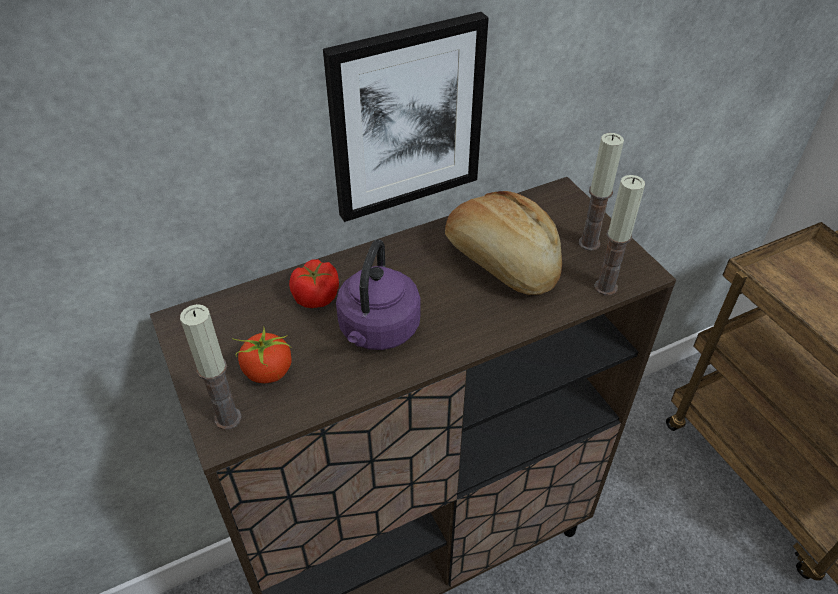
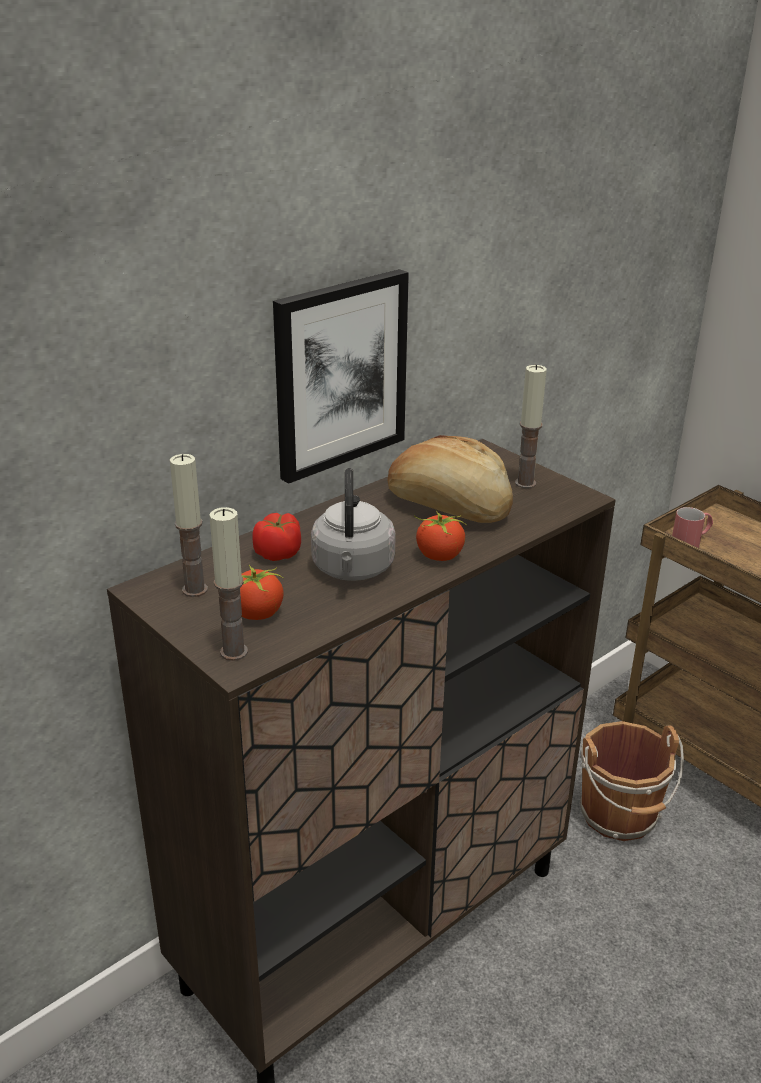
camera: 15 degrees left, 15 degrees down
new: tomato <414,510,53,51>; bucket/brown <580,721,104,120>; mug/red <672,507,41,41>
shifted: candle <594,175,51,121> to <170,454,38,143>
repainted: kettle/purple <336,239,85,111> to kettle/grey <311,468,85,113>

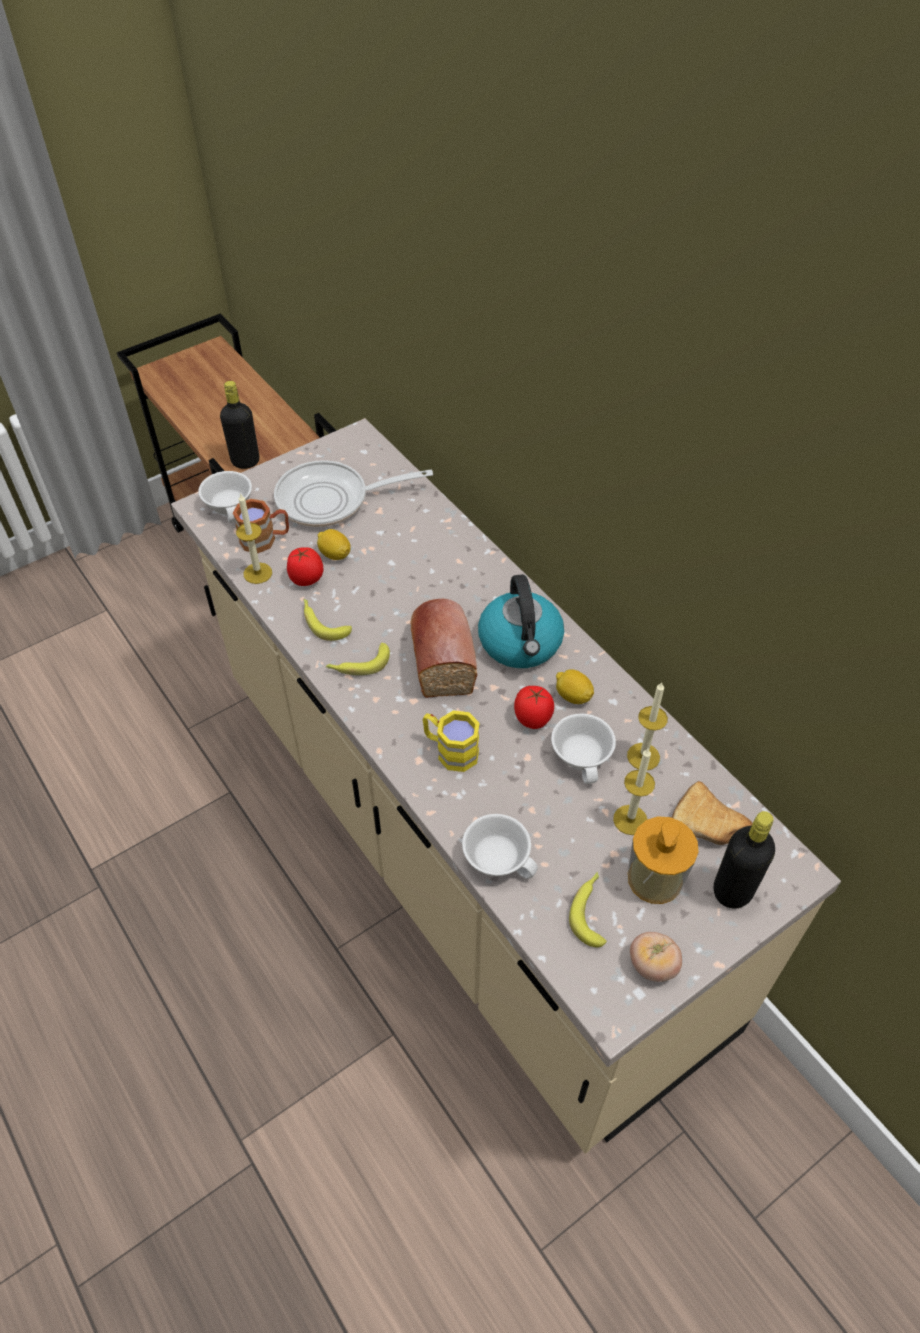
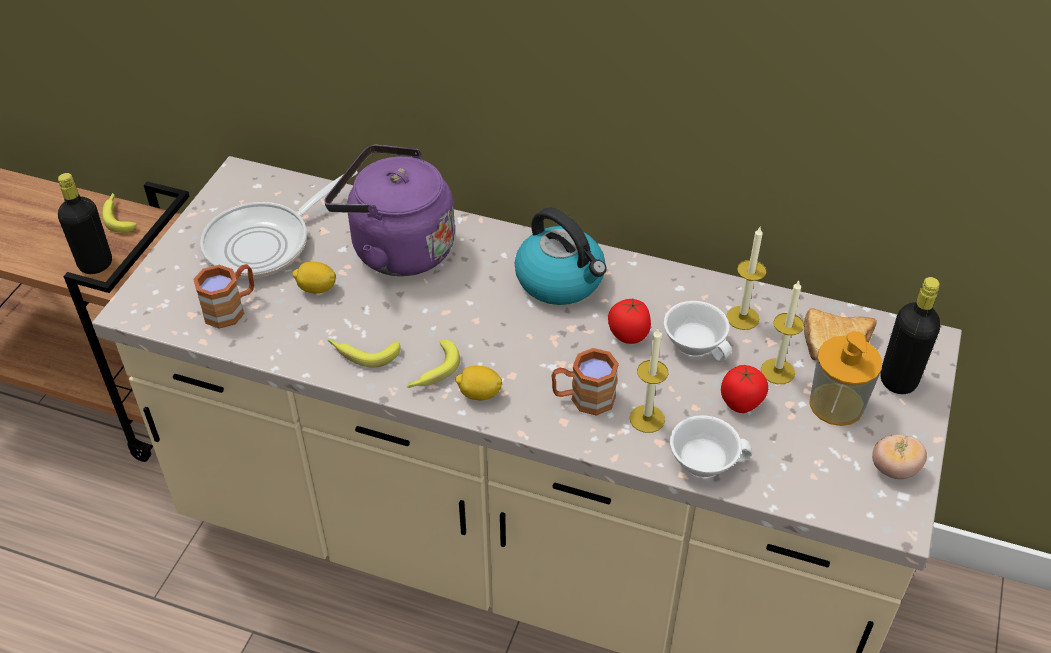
camera: 35 degrees left, 5 degrees down
gone: cup/white <198,471,54,52>; bread <411,599,66,99>
new: kettle/purple <324,145,131,131>
shifted: candle <236,493,36,91> to <630,329,38,104>; tomato <287,547,36,39> to <721,365,47,48>; lemon <556,669,38,35> to <455,366,48,34>; banana <569,872,38,75> to <102,193,35,40>
repainted: mug/yellow <422,711,58,61> to mug/brown <551,348,68,68>

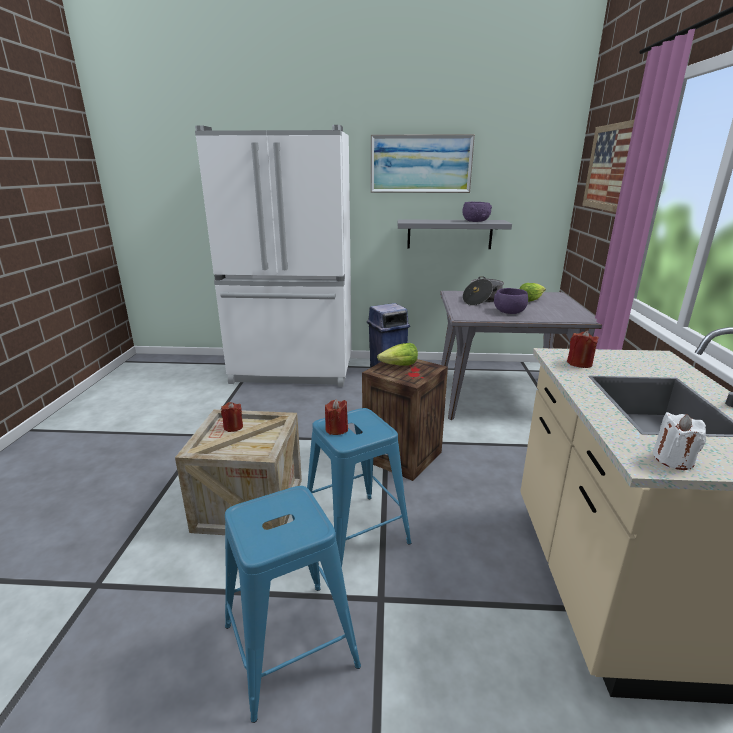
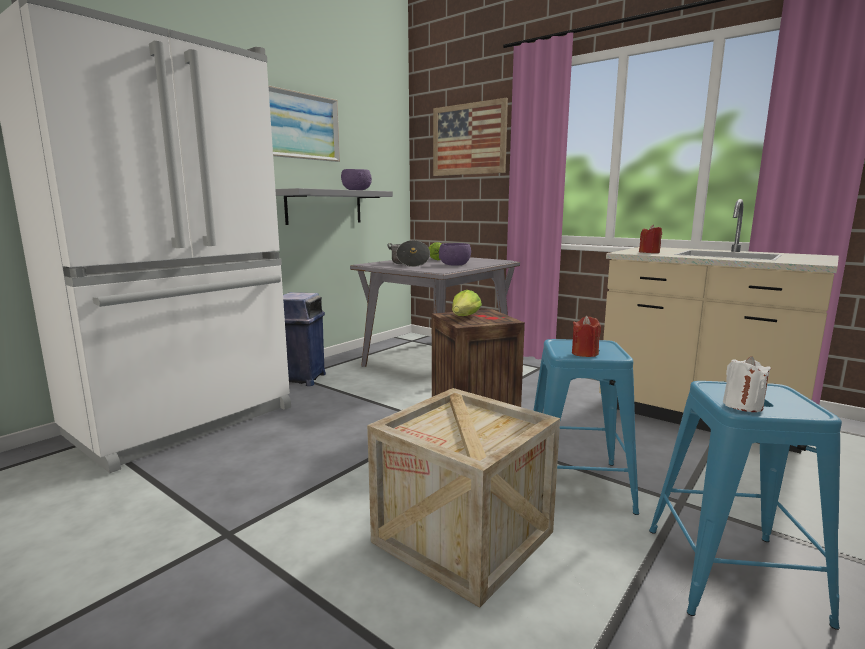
camera: 55 degrees left, 10 degrees down
gone: candle/red <221,402,22,30>
shifted: candle/white <653,412,53,58> to <723,356,48,56>

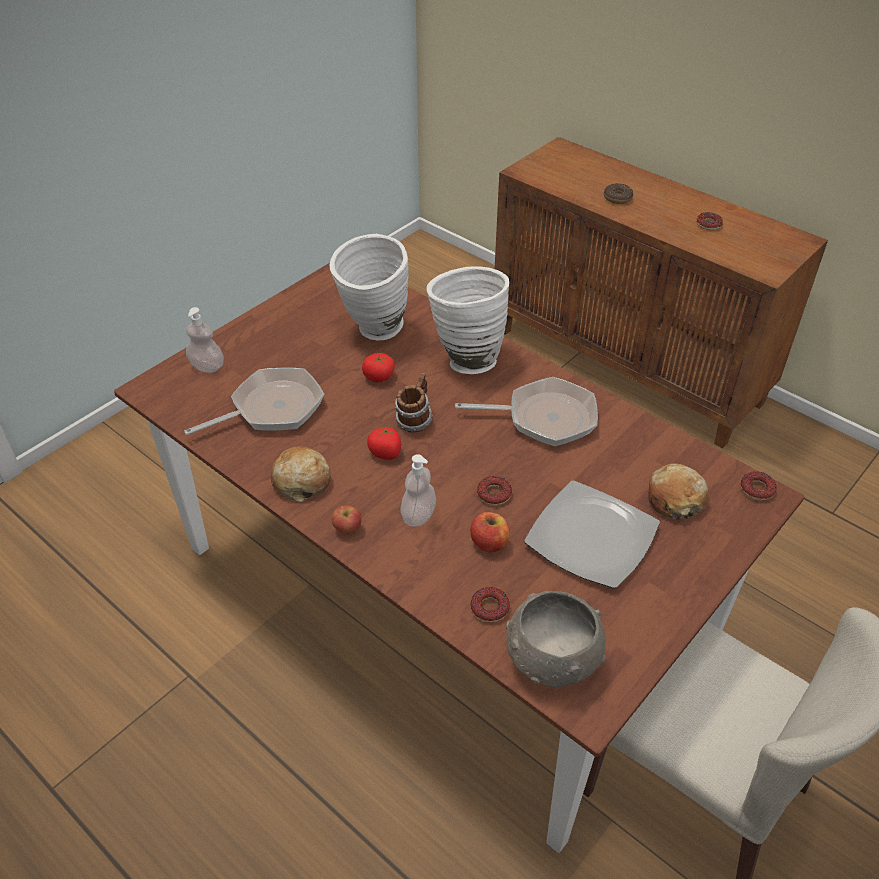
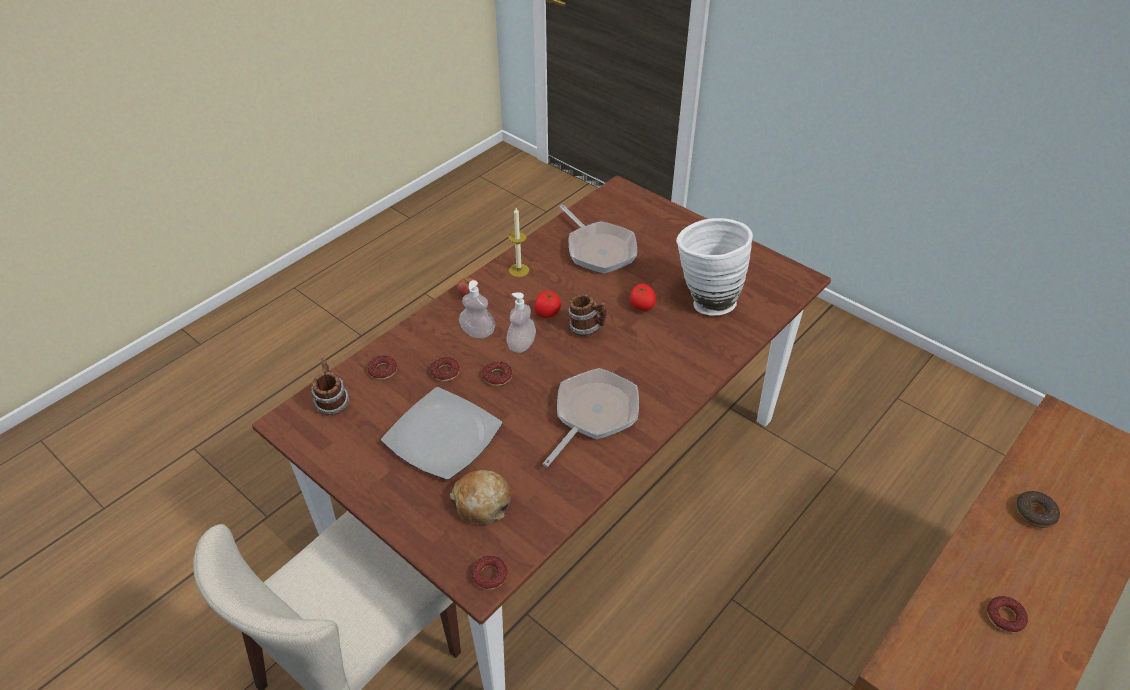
camera: 90 degrees right, 0 degrees up
gone: vase/white <426,266,83,108>
shifted: soap dispenser <186,307,38,66> to <506,293,30,60>
swapped: bread <271,446,60,56> to candle <508,208,21,69>; apple <470,512,40,40> to donut <430,357,30,24>; bowl/grey <506,591,100,96> to mug <311,358,38,57>
rotated: frying pan <455,377,143,69> = <543,368,96,99> 150 degrees counterclockwise

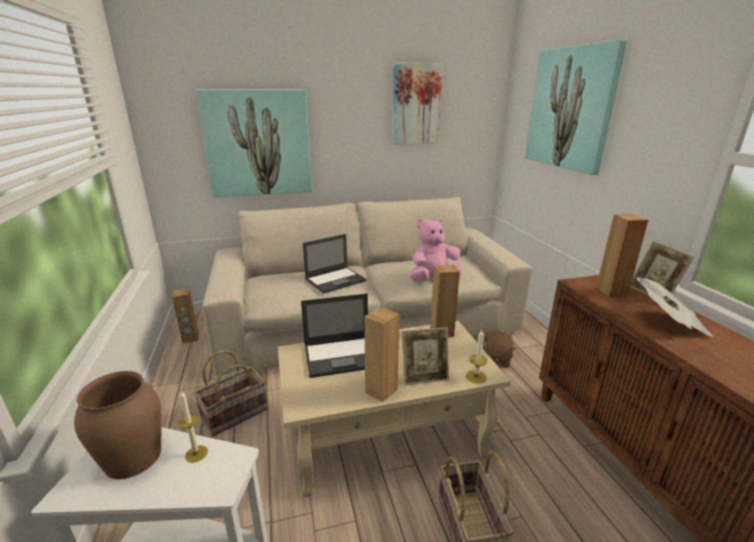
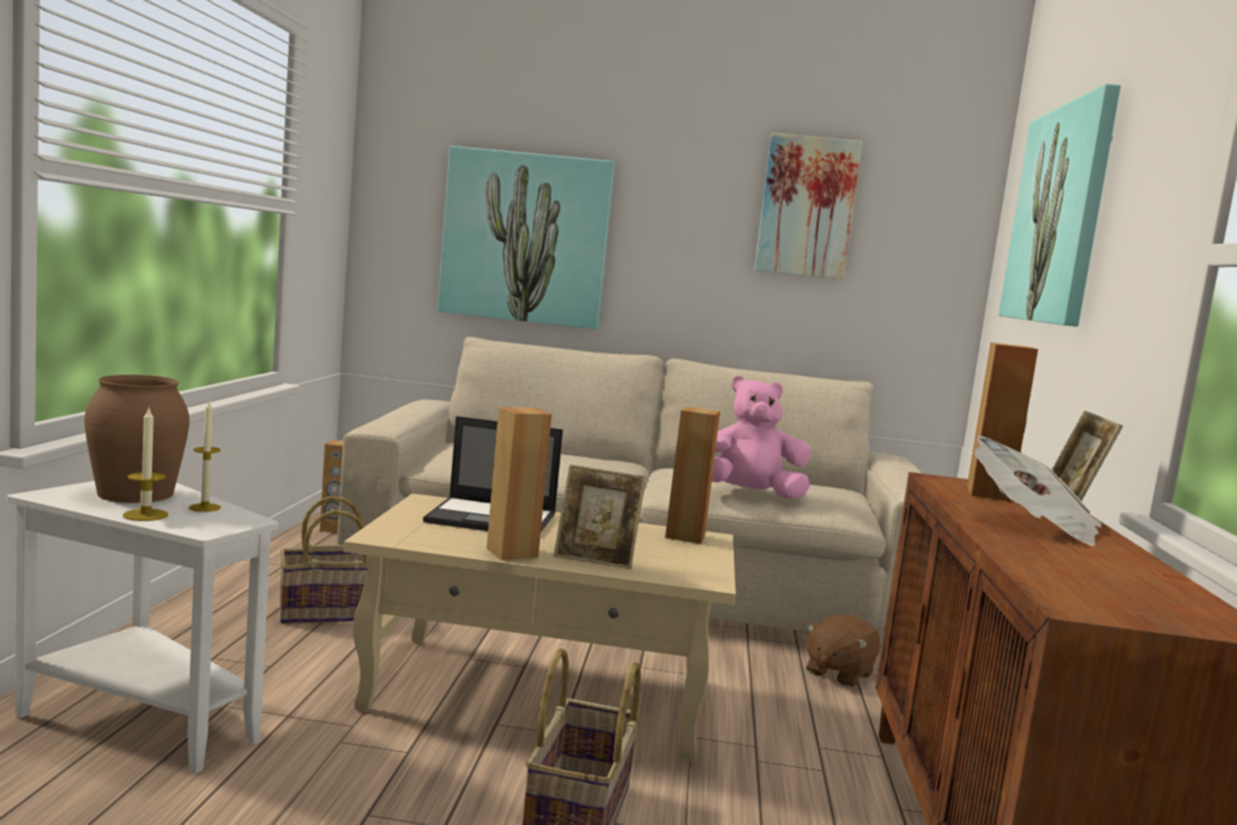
camera: 20 degrees right, 15 degrees down
gone: laptop <303,234,63,60>
shifted: candle <466,330,21,54> to <123,408,45,113>

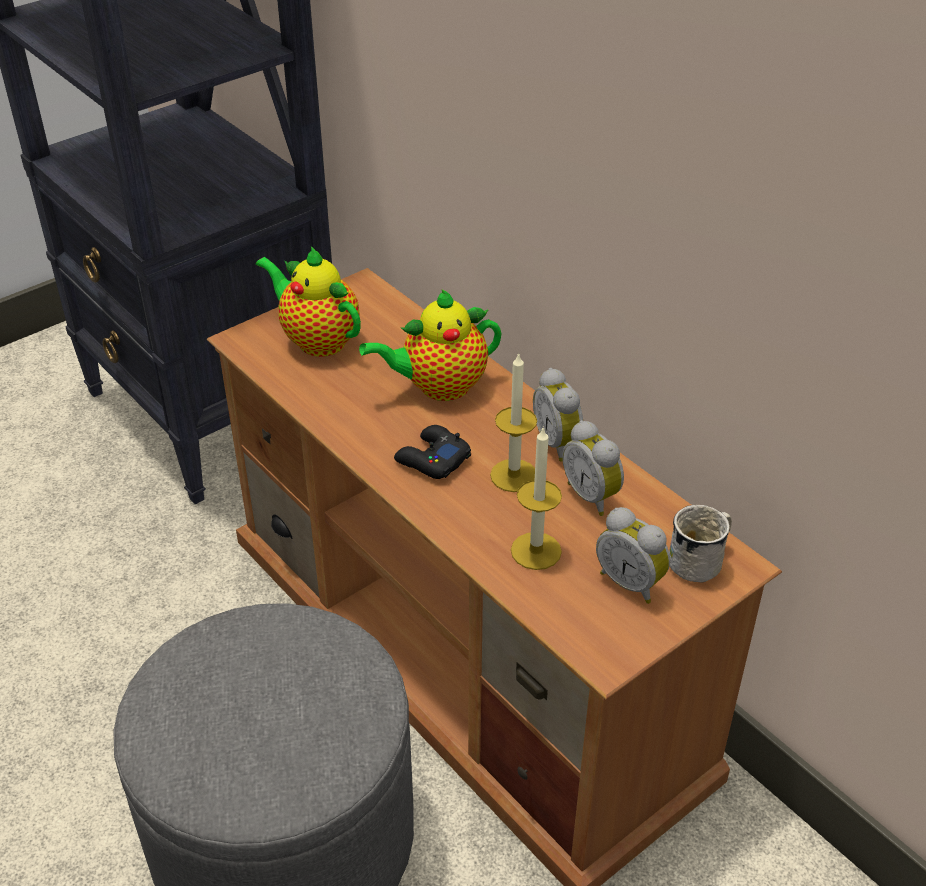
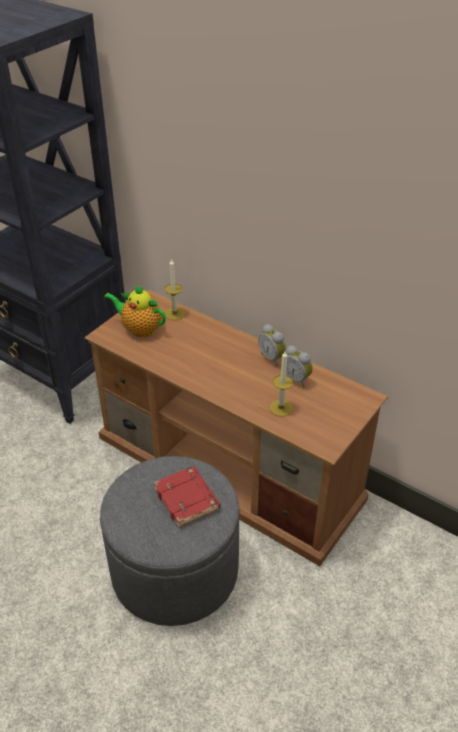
camera: 15 degrees left, 0 degrees up
gone: teapot <359,289,142,112>; game controller/black <394,425,77,54>; alarm clock <596,507,74,97>; mug/white <669,505,63,78>
new: book/red <154,466,66,62>
shifted: candle <490,352,47,140> to <165,259,20,61>

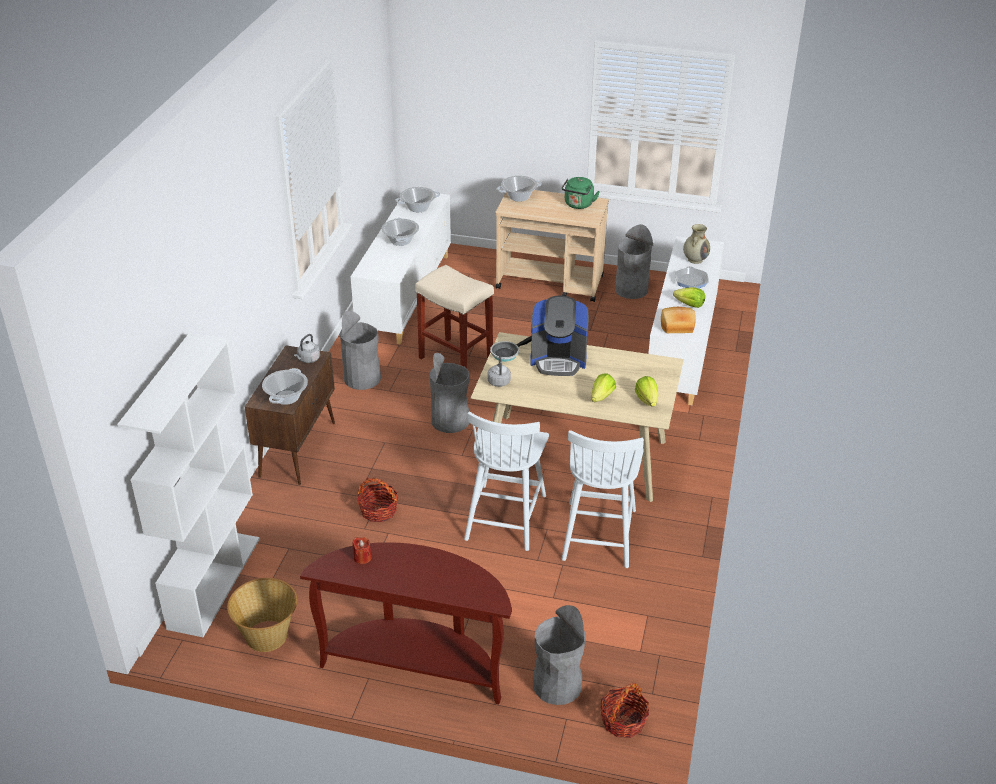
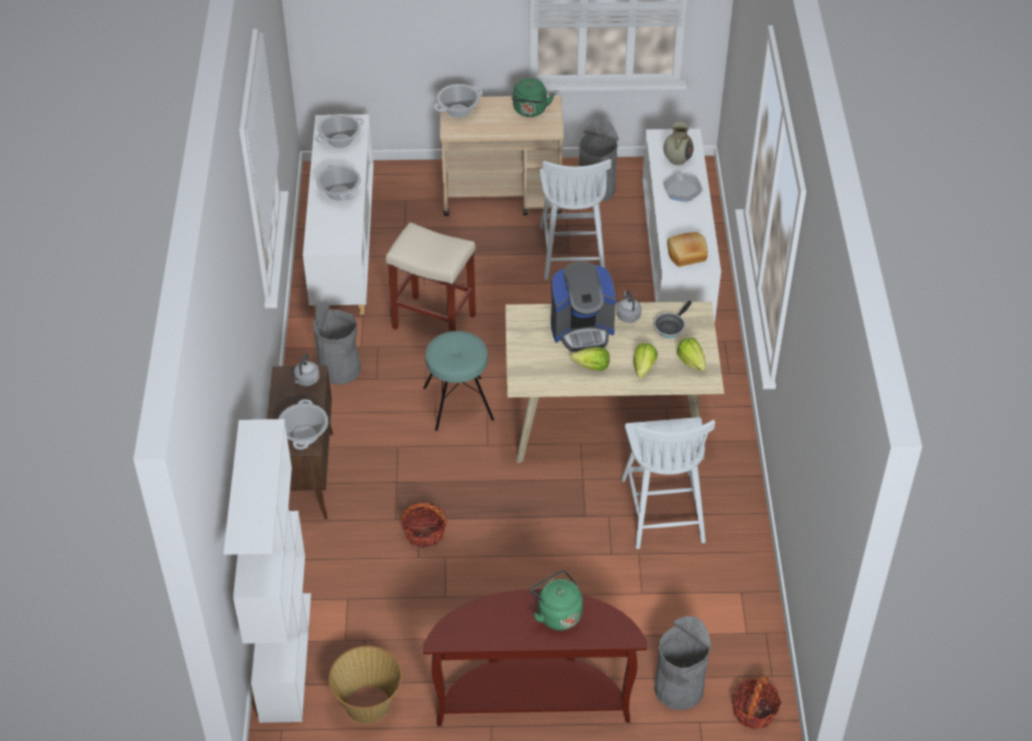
camera: 15 degrees left, 10 degrees up
gone: candle/red <352,537,19,27>
new: kettle/green <530,570,53,61>
shifted: chair/white <464,412,85,139> to <539,159,72,121>; kettle/grey <487,356,24,31> to <616,291,26,32>; frying pan <490,336,42,26> to <653,300,39,38>; lettuce <673,287,32,21> to <570,347,40,24>
swapped: trash can/grey <429,353,40,80> to stool/turquoise <423,331,71,100>

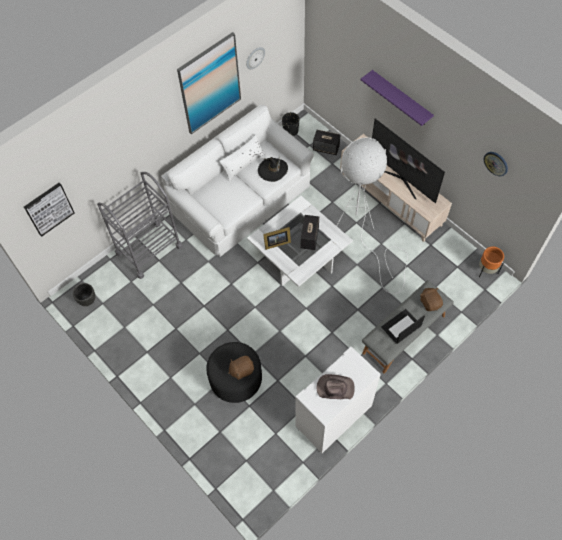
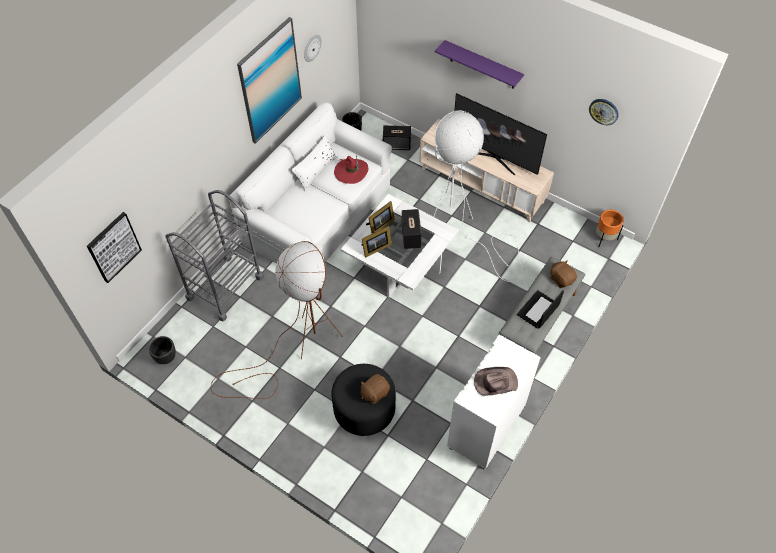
camera: 15 degrees left, 5 degrees down
new: floor lamp/brown <211,241,132,158>; picture frame <366,201,29,33>
repainted: hat/black <258,157,30,25> to hat/red <334,155,34,29>

